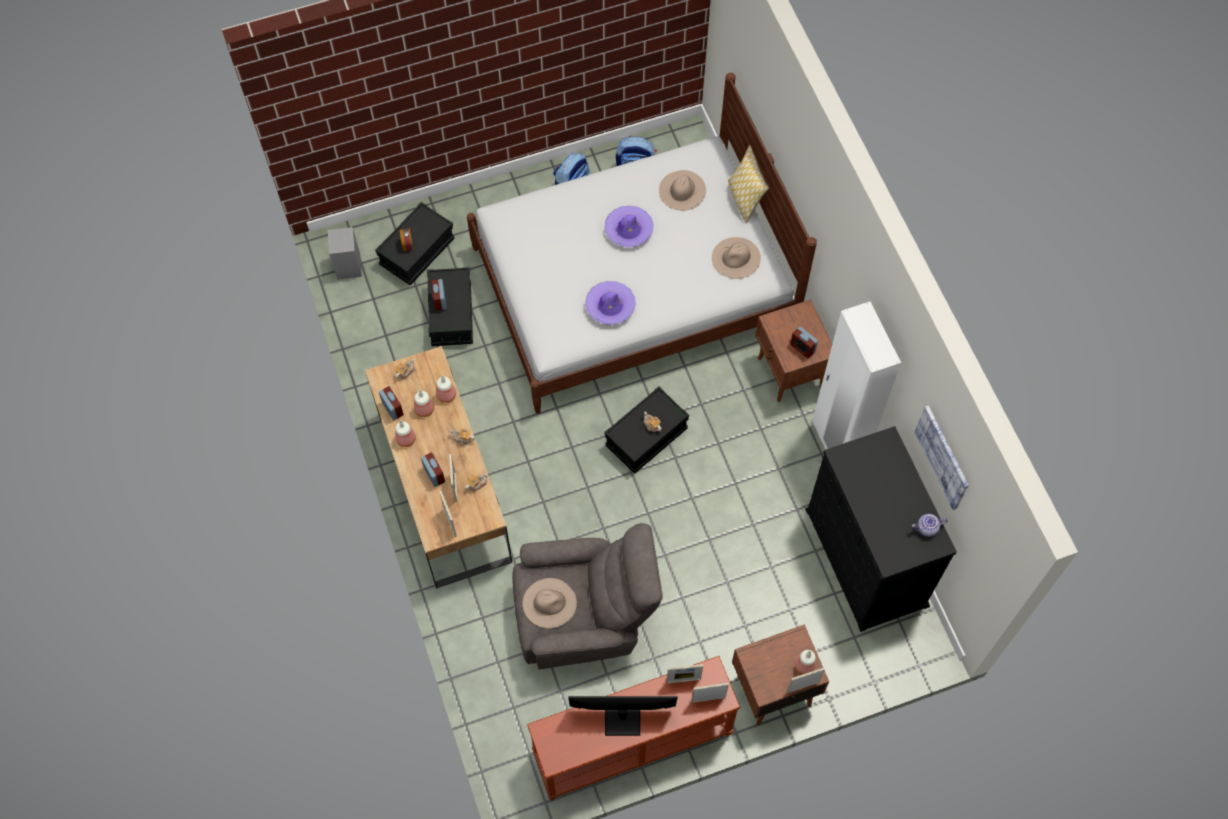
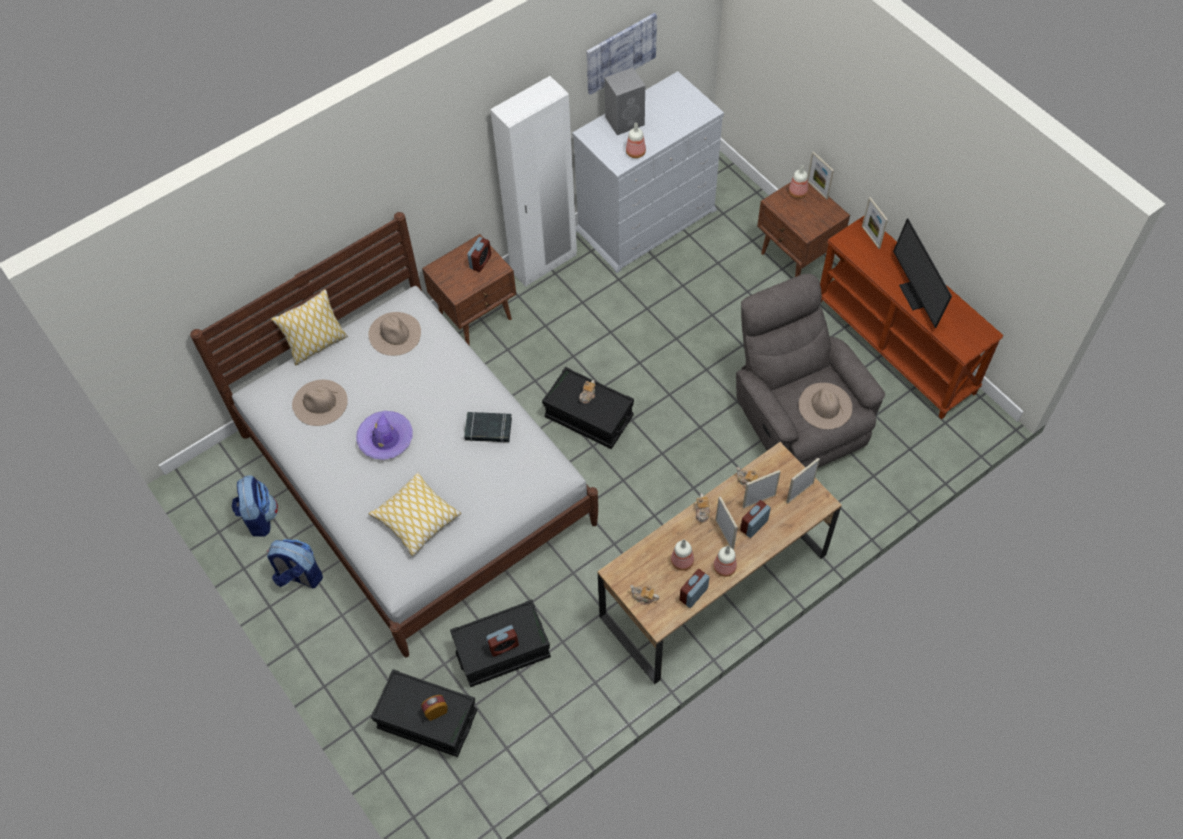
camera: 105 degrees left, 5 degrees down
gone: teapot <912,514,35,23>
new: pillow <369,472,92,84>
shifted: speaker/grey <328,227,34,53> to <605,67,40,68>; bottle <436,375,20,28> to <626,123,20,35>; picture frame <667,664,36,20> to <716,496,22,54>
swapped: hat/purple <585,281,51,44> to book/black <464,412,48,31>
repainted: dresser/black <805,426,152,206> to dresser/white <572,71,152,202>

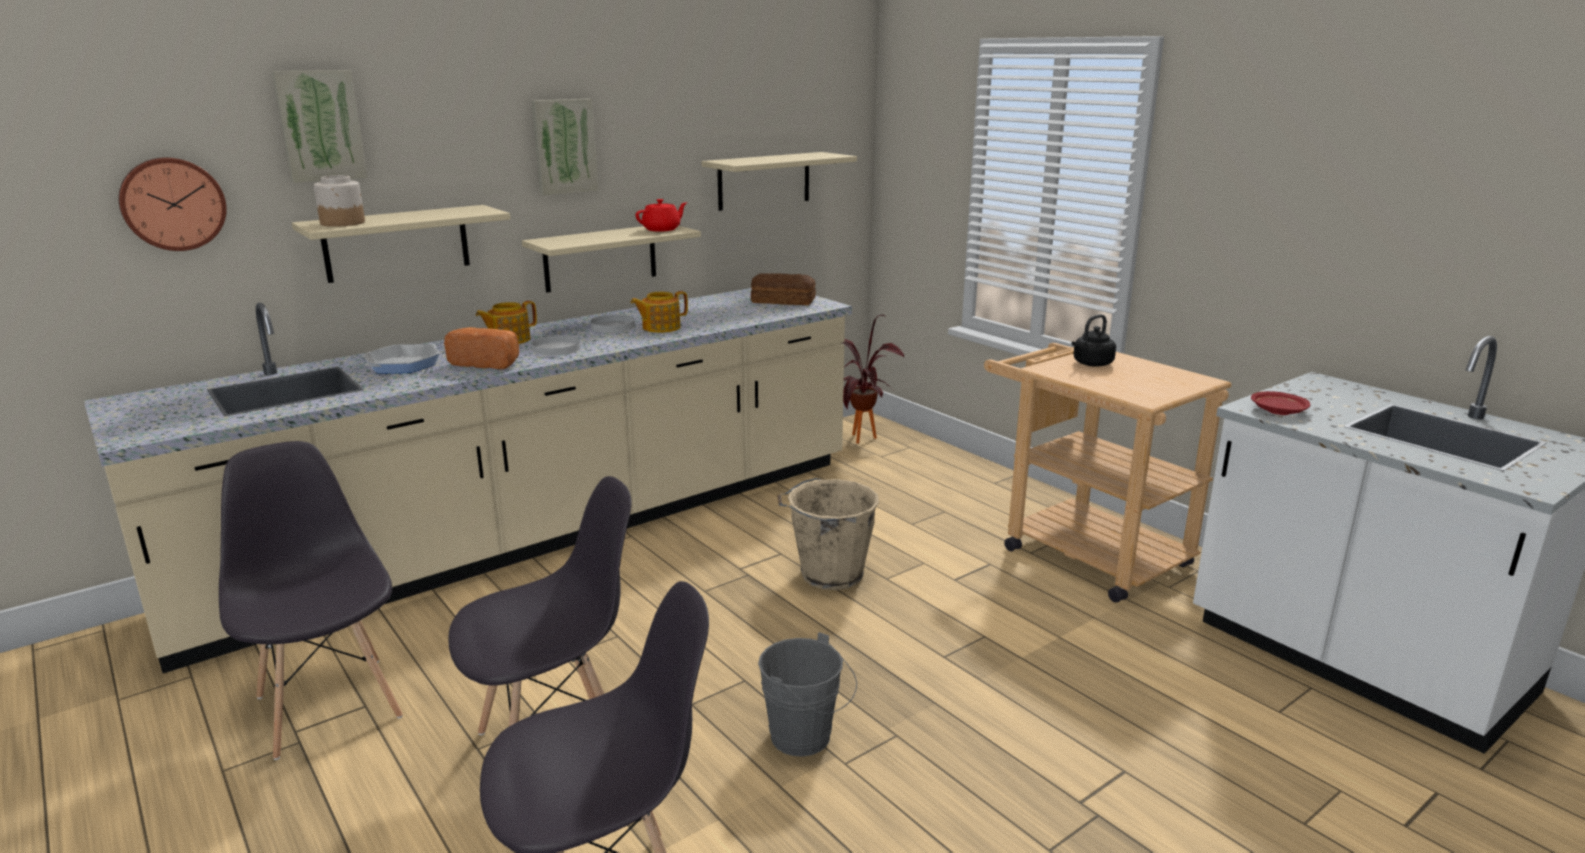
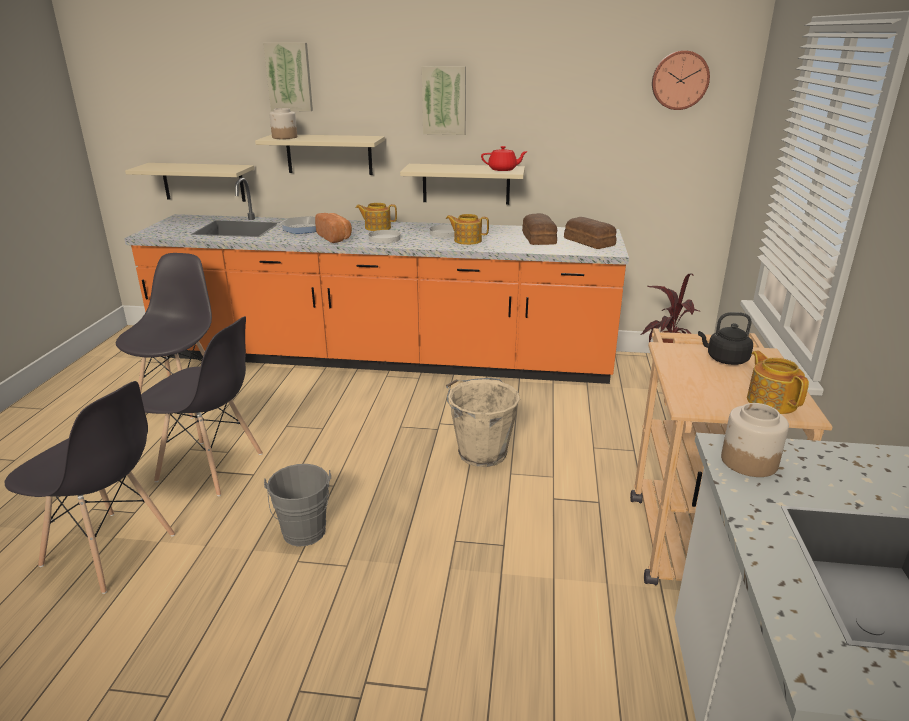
camera: 45 degrees right, 5 degrees up
new: bread <522,213,35,32>; teapot <747,351,62,63>
shifted: wall clock <119,157,108,94> to <652,50,58,60>; shelf/beige <702,152,155,59> to <125,163,129,39>
swapped: plate/red <1251,391,59,24> to jar <721,403,68,74>
repainted: counter/beige <84,288,768,385> to counter/orange <124,178,505,206>

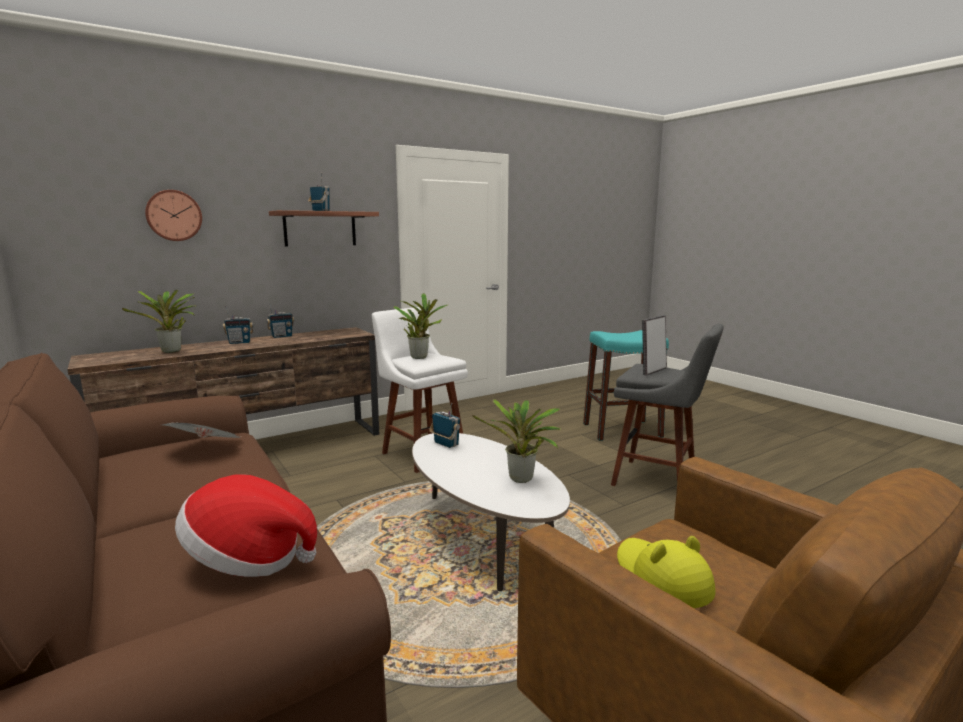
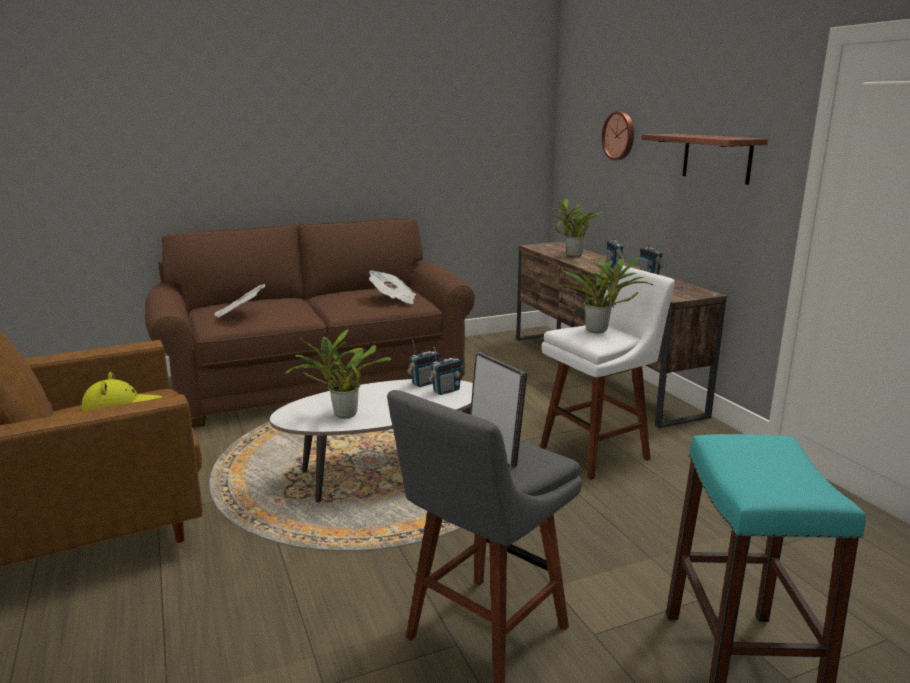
camera: 100 degrees right, 5 degrees up
shifted: radio <308,173,22,38> to <407,340,34,47>
swapped: hat <175,474,142,103> to newspaper <215,284,50,34>

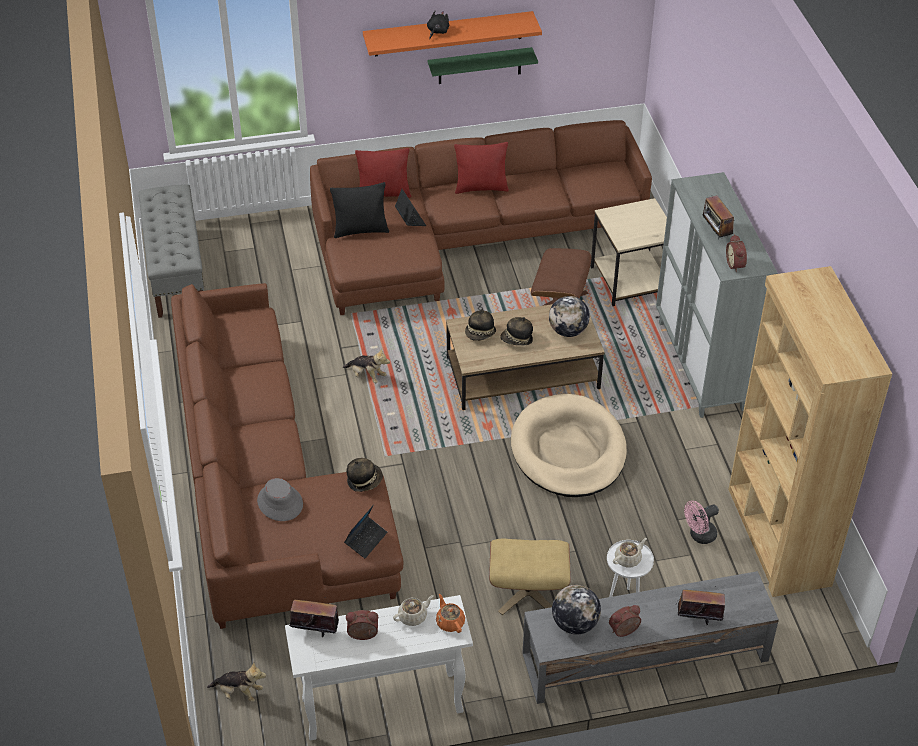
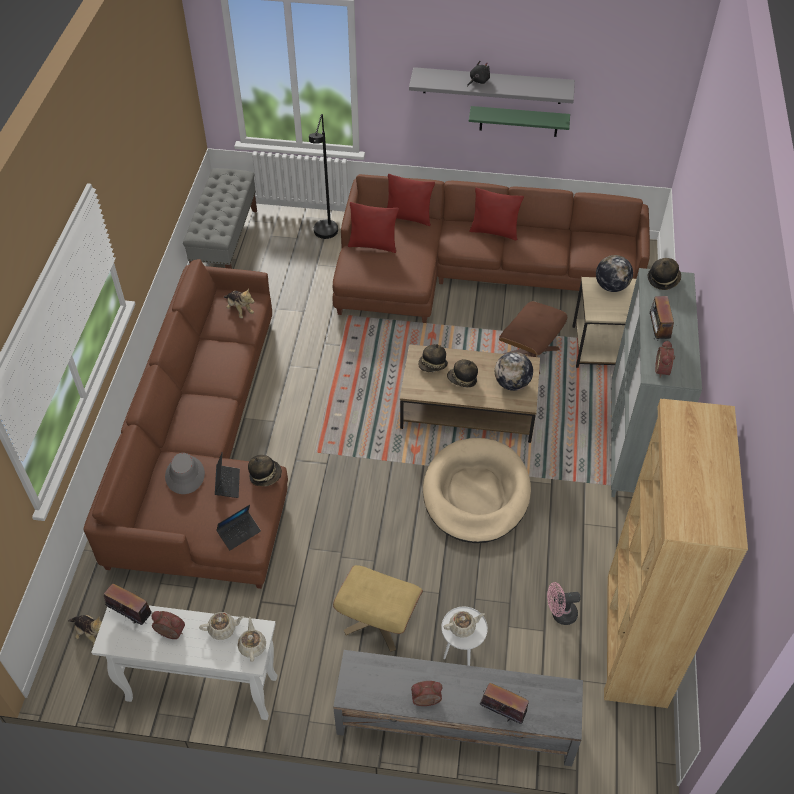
camera: 20 degrees right, 5 degrees up
new: floor lamp/black <309,114,29,125>; hat <648,258,33,32>
shifted: plush toy <343,348,47,35> to <224,289,30,29>; laptop <395,189,31,37> to <215,453,25,45>; globe <552,585,49,49> to <596,255,37,37>
repainted: pillow/black <330,182,59,56> to pillow/red <348,202,51,51>; shelf/orange <363,11,179,45> to shelf/grey <409,67,166,37>; teapot/orange <436,594,29,39> to teapot/beige <238,617,28,45>

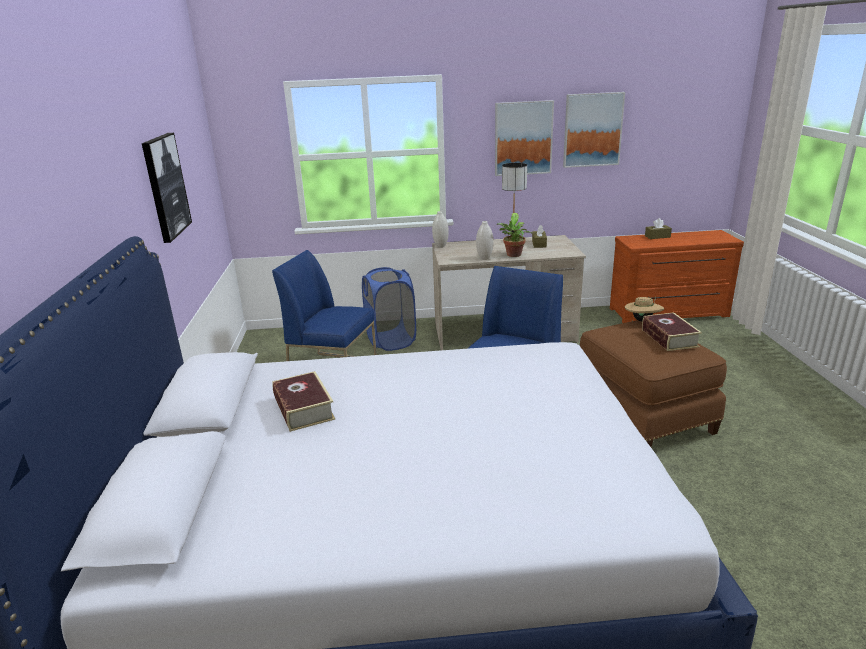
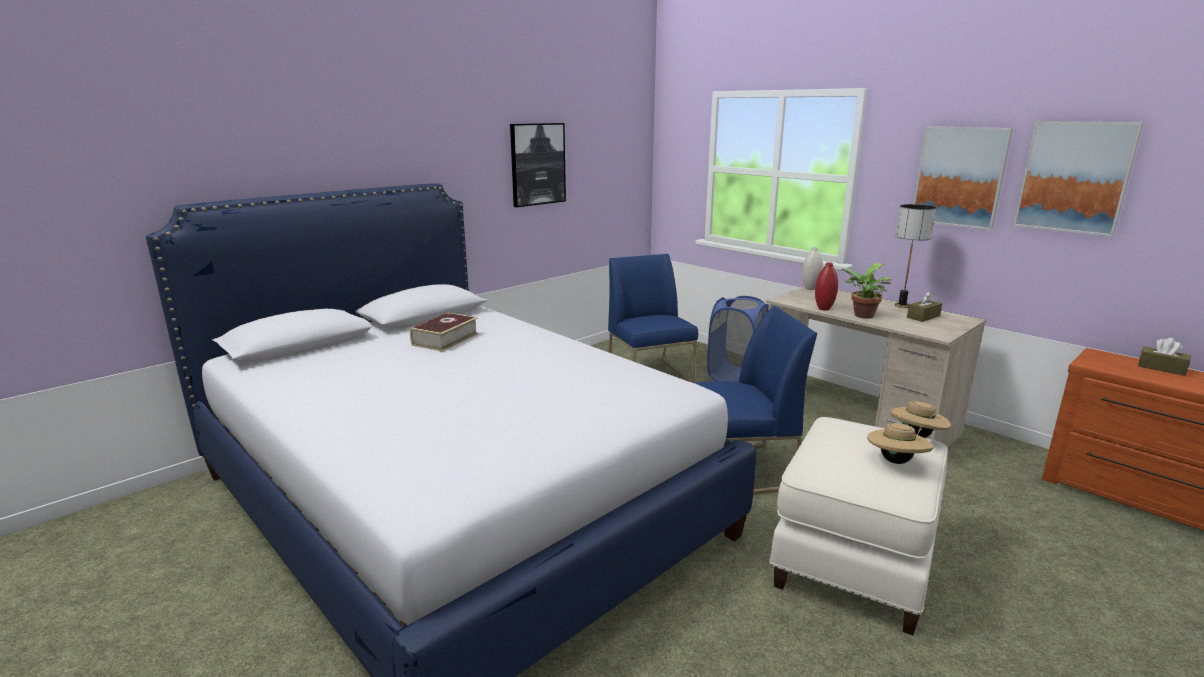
camera: 50 degrees right, 5 degrees down
swapped: book <642,312,60,39> to hat/beige <867,423,67,41>
repainted: vase/white <476,221,17,39> to vase/red <815,262,23,49>; ottoman/brown <580,320,147,127> to ottoman/white <769,417,179,218>

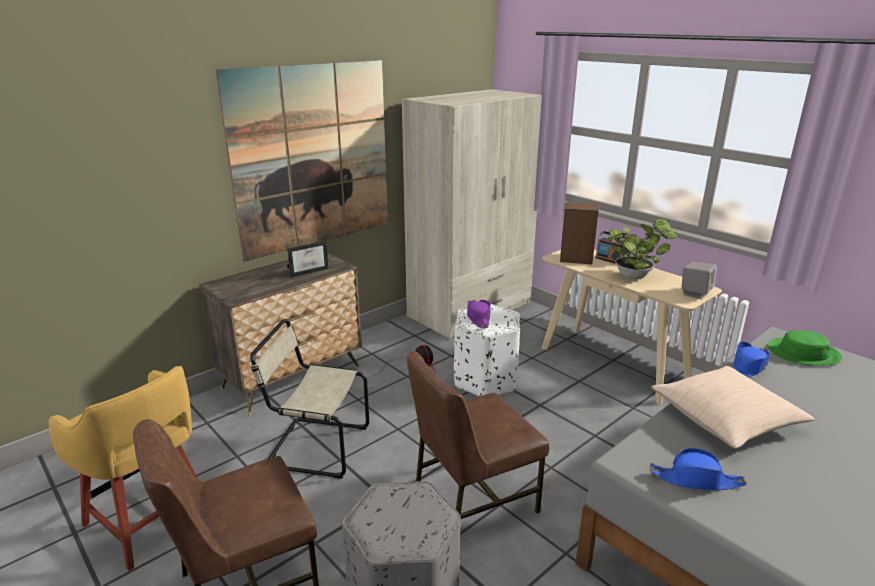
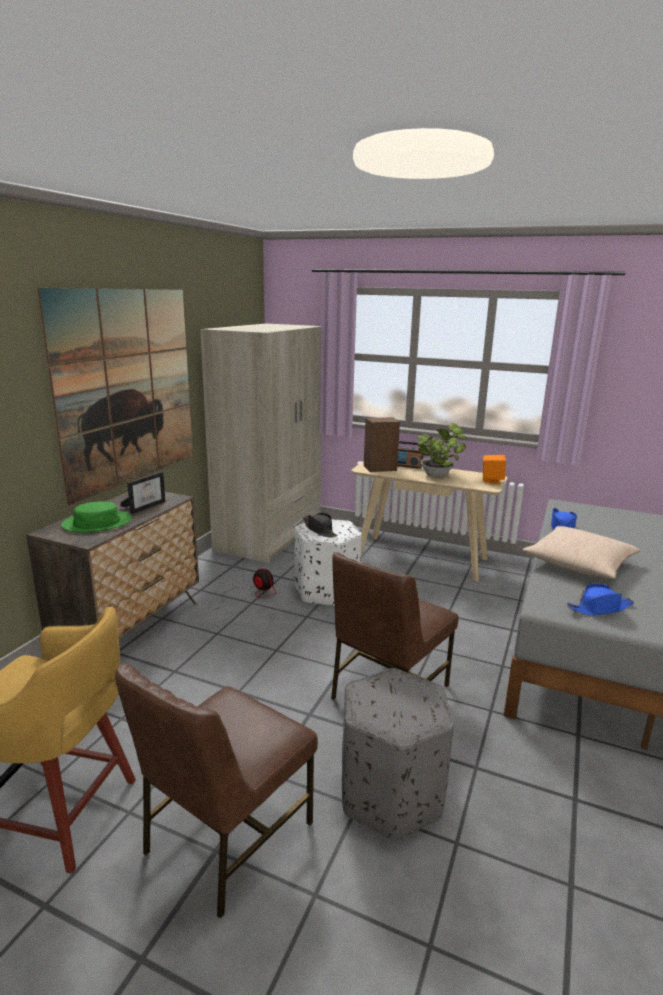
camera: 25 degrees left, 5 degrees down
gone: chair/beige <250,319,119,160>
shifted: hat/green <767,330,75,36> to <61,501,71,32>
repainted: hat/purple <467,300,24,29> to hat/black <303,513,34,25>; speaker/grey <681,261,36,39> to speaker/orange <483,455,23,30>

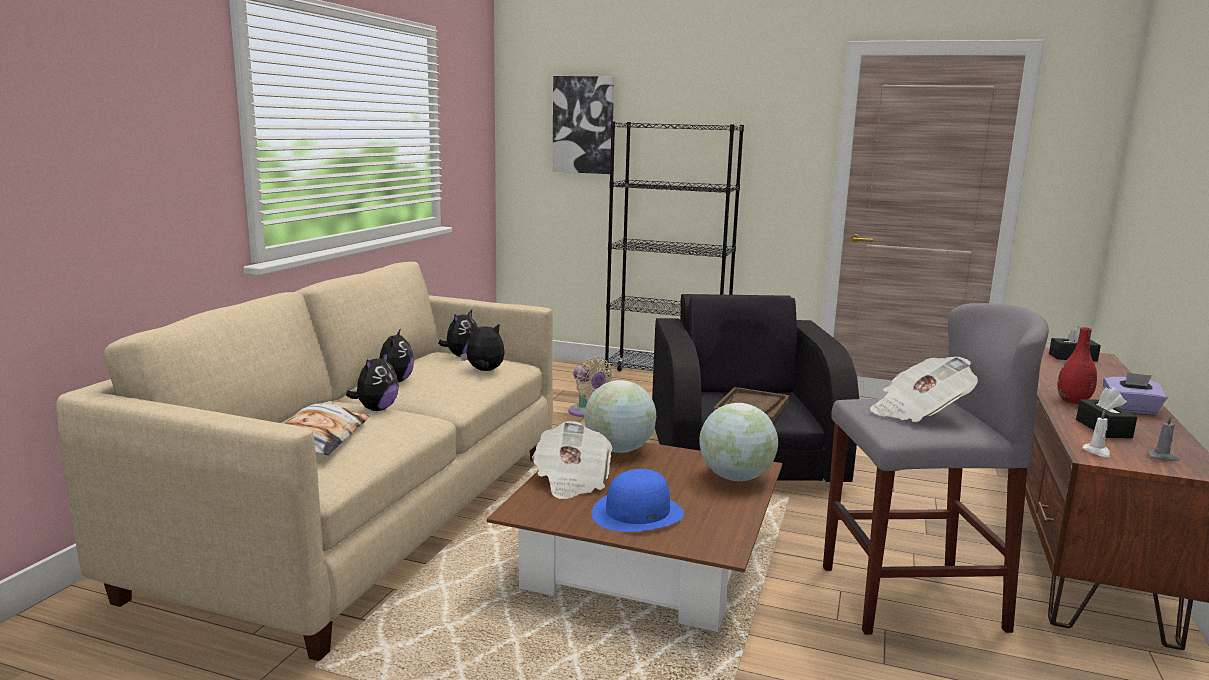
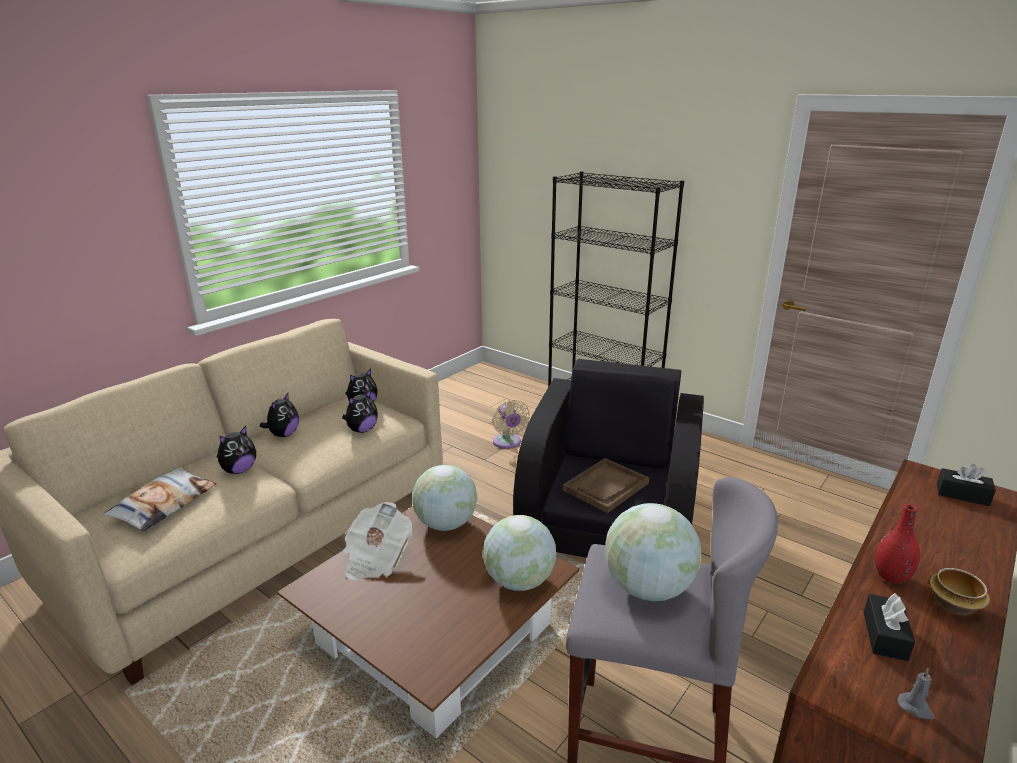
camera: 20 degrees right, 10 degrees up
gone: picture <552,76,62,98>; hat/blue <591,469,93,63>; candle/white <1082,410,28,47>
swapped: newspaper <870,357,108,65> to globe <605,503,96,98>; tissue box/purple <1103,372,64,42> to bowl <929,568,61,47>
rotated: plush toy <460,322,45,49> = <342,390,36,43> 105 degrees clockwise

